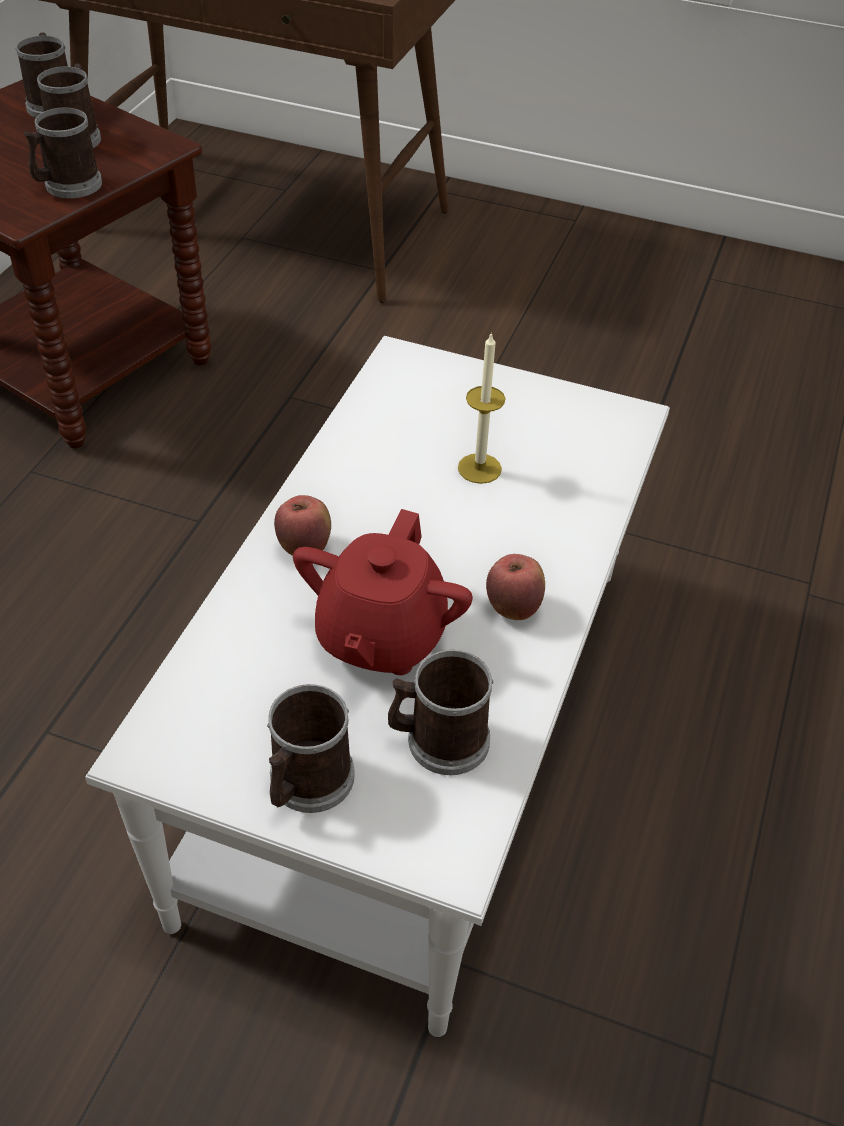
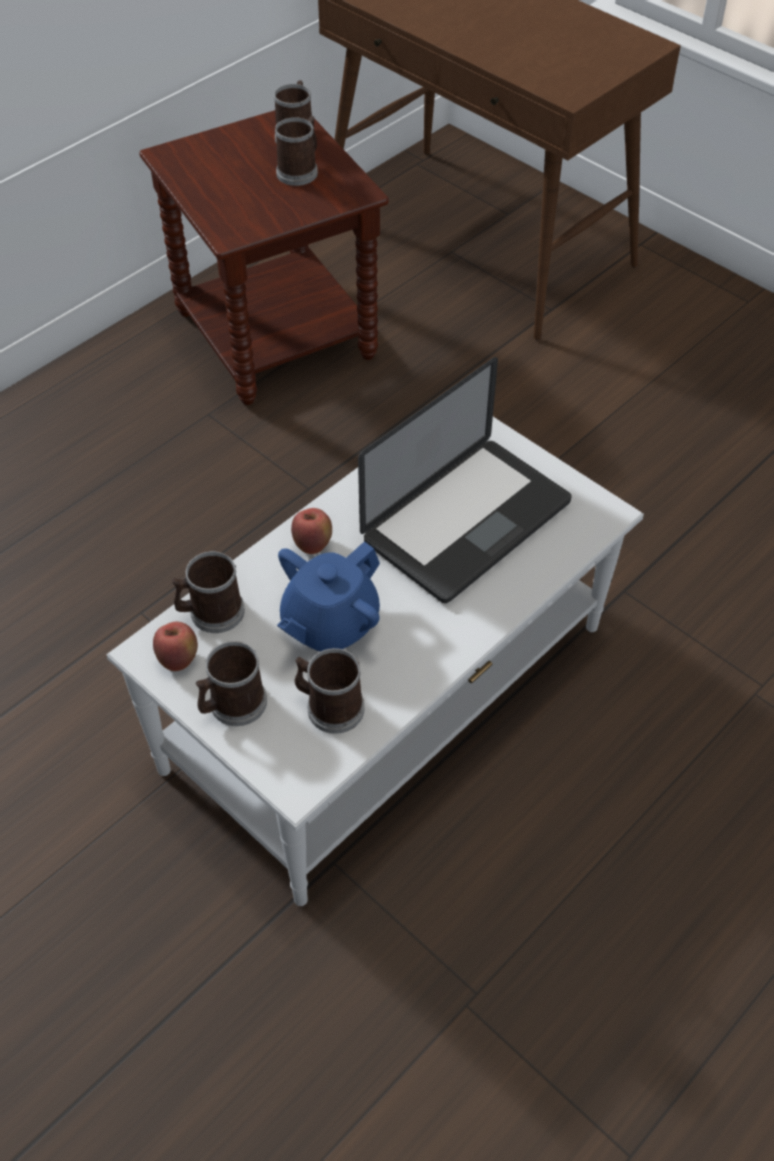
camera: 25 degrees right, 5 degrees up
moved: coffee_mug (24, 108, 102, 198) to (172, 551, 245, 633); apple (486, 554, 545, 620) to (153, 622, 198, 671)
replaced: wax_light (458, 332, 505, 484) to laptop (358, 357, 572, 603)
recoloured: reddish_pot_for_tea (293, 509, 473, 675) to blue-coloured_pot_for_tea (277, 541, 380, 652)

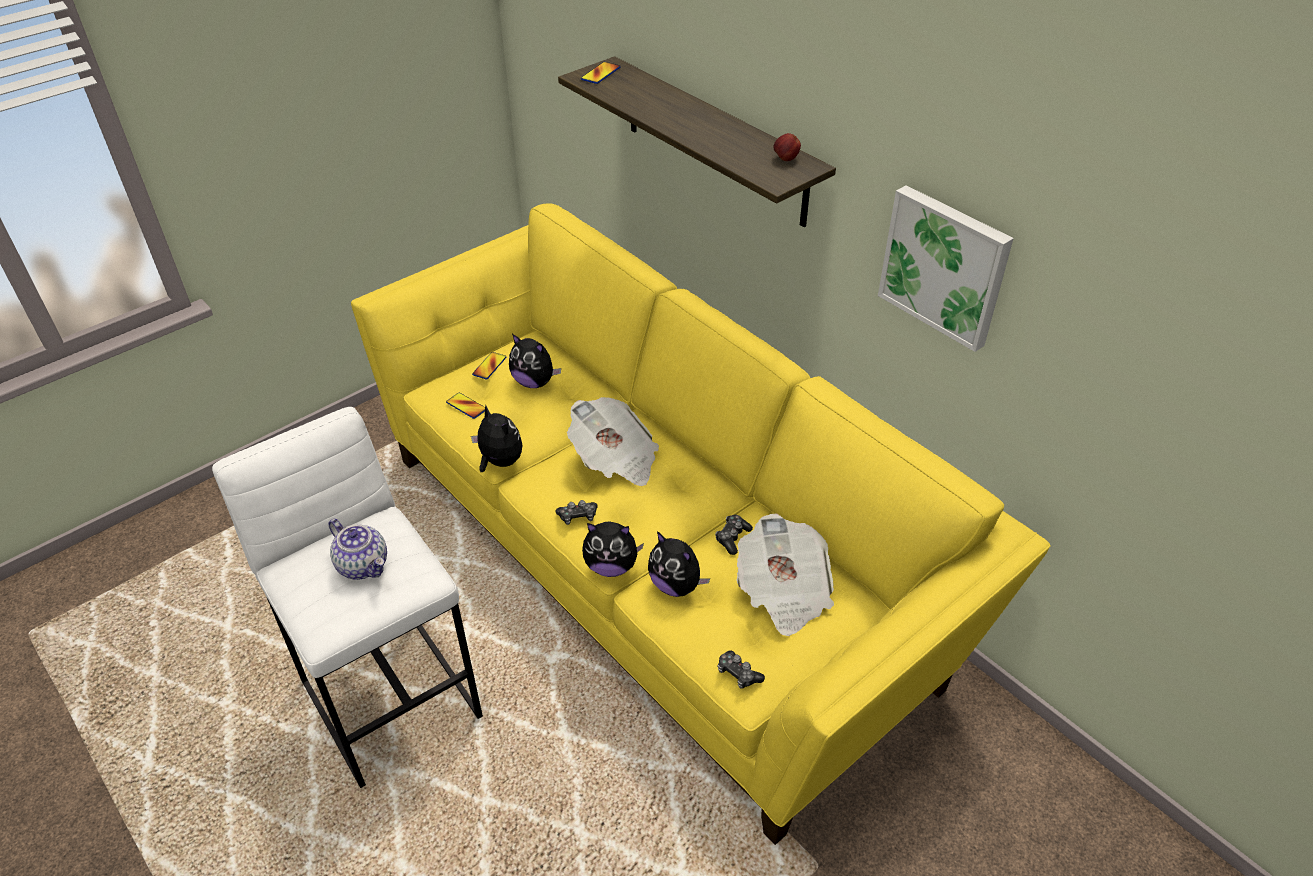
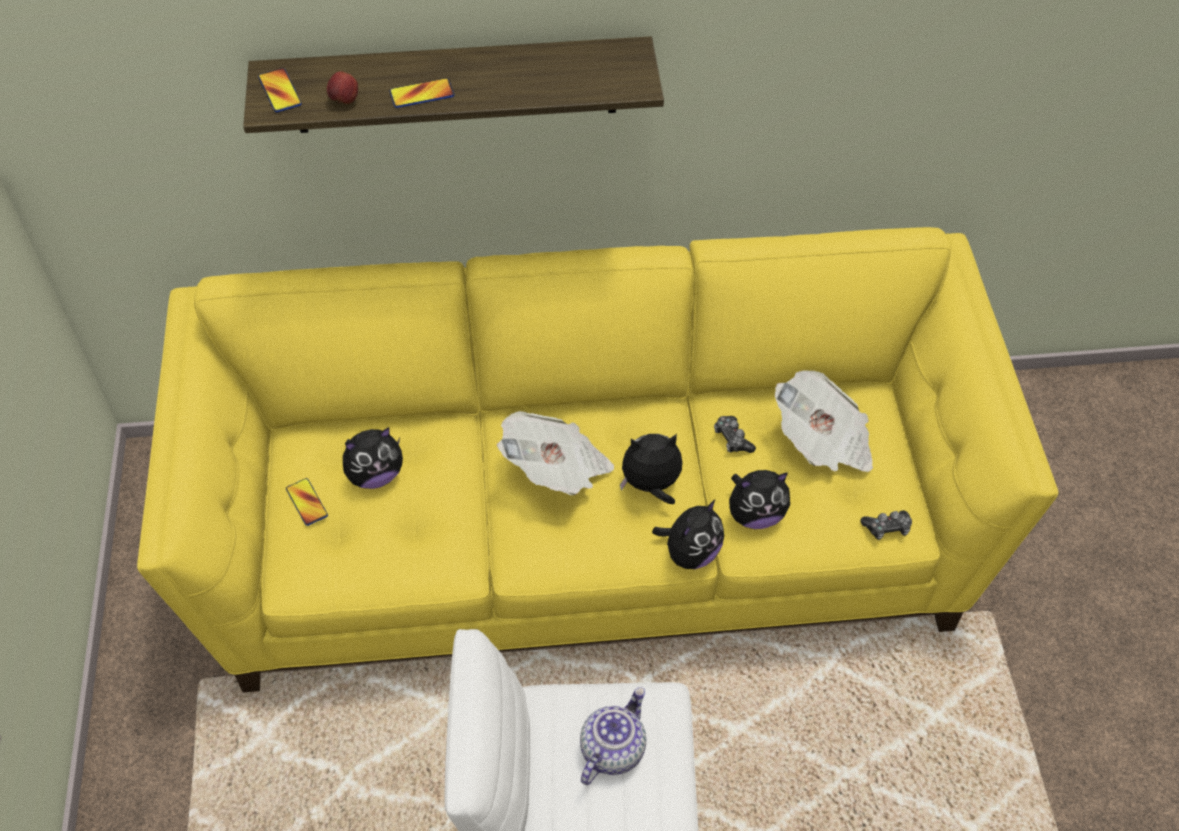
camera: 55 degrees left, 10 degrees up
removed: joypad (555, 500, 598, 525); wall_picture (878, 185, 1014, 352)
moved: telephone (446, 393, 485, 419) to (390, 78, 454, 108); soft_toy (471, 405, 522, 472) to (620, 434, 682, 504); apple (773, 133, 801, 161) to (327, 71, 358, 104)
turned: pot_for_tea (328, 519, 387, 580) = (580, 687, 646, 785) 45 degrees counterclockwise

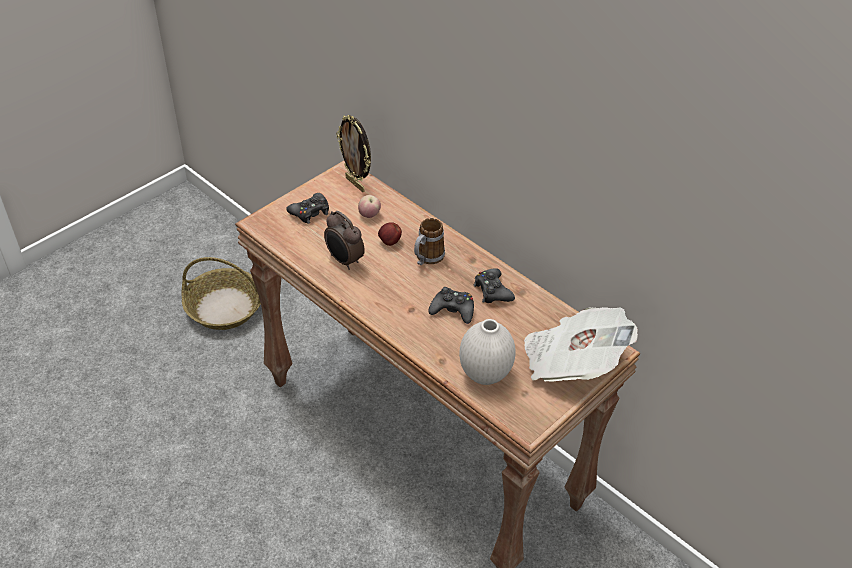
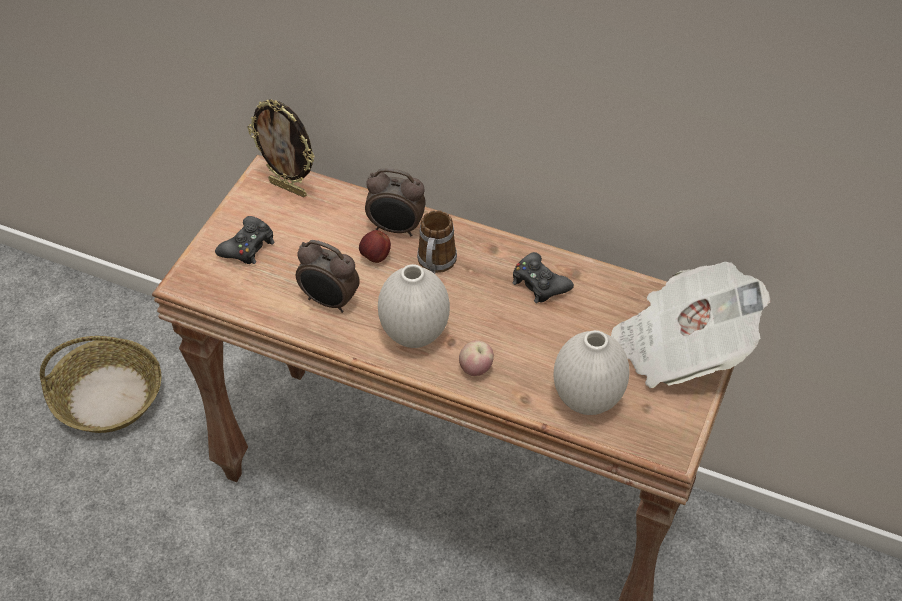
camera: 20 degrees left, 5 degrees up
removed: blackish_joypad (428, 287, 474, 324)
added: bedside_clock (365, 168, 426, 236); white_decorative_vase (378, 264, 450, 348)
moved: apple (358, 195, 381, 218) to (459, 340, 494, 376)

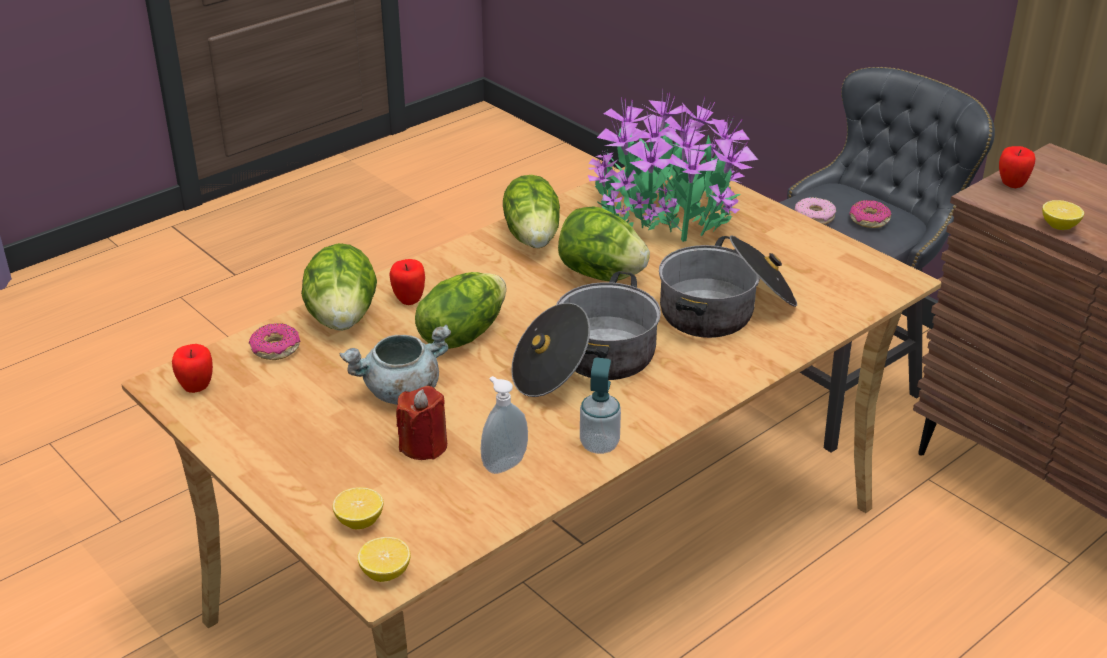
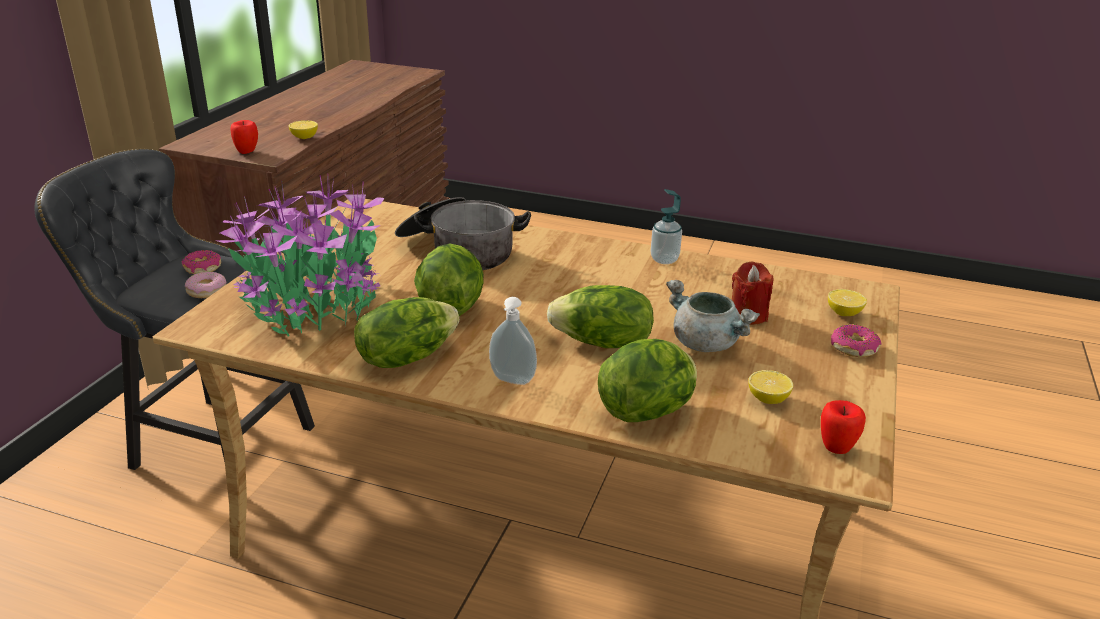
camera: 120 degrees left, 5 degrees down
removed: apple (389, 259, 425, 305); stockpot (511, 271, 661, 397)
moved: ring_doughnut (249, 323, 300, 360) to (831, 324, 882, 357); citrus_fruit (357, 537, 411, 582) to (748, 370, 793, 404); soap_dispenser (481, 376, 528, 474) to (489, 297, 537, 385)

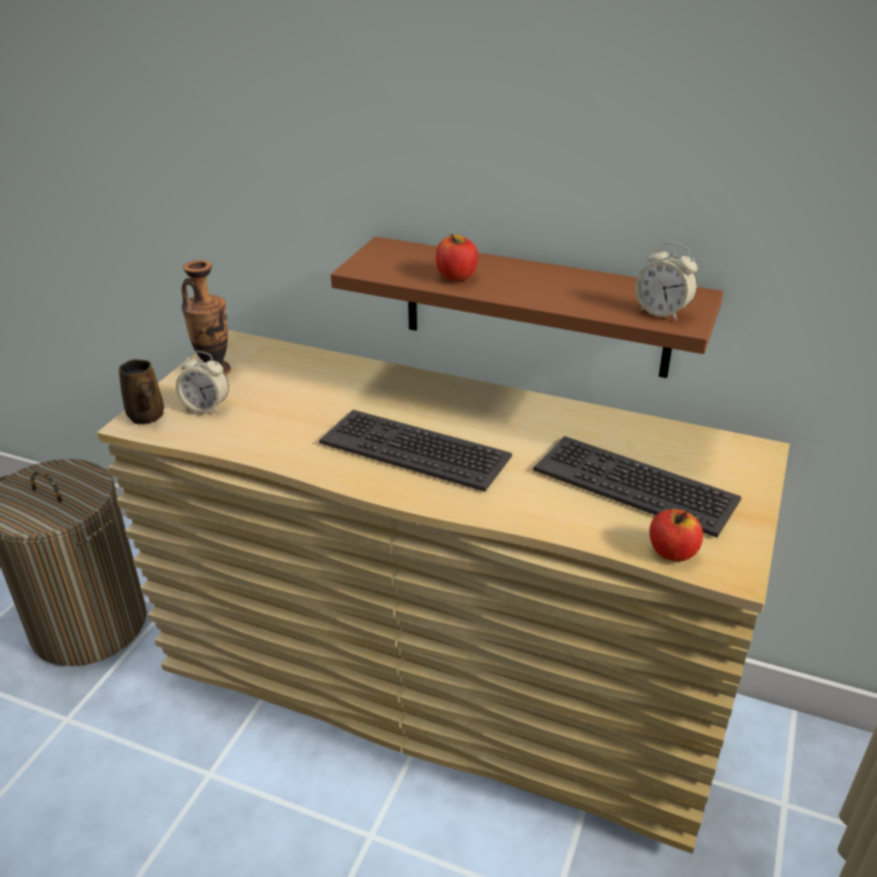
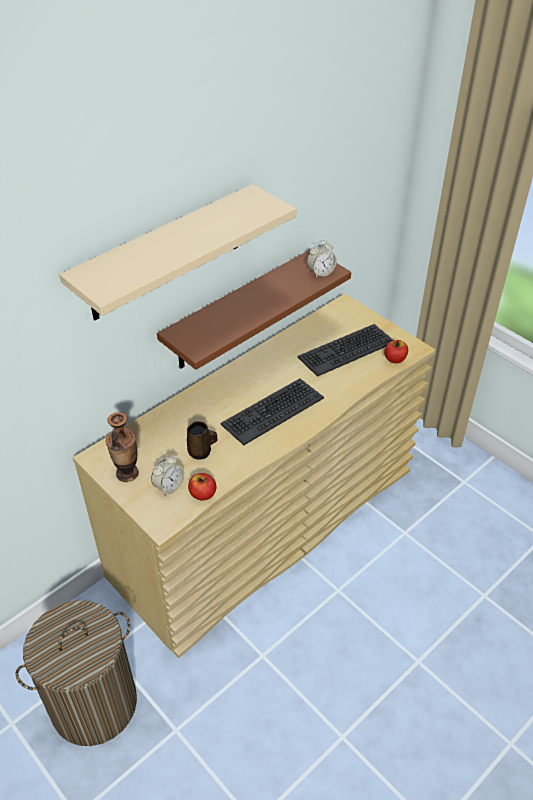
camera: 65 degrees left, 10 degrees up
added: sand-coloured_shelf (59, 184, 296, 320)
moved: brown_coffee_mug (119, 359, 164, 424) to (187, 421, 218, 459); apple (436, 234, 478, 281) to (188, 473, 216, 500)

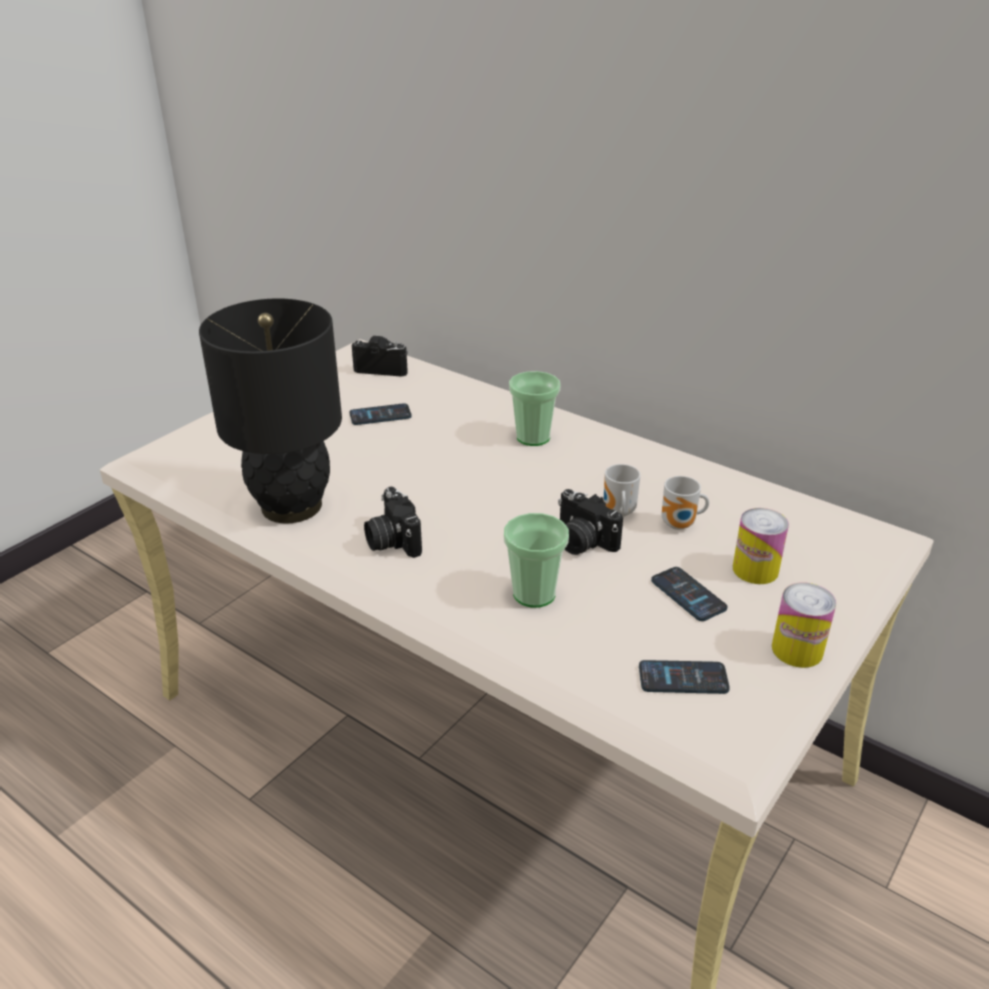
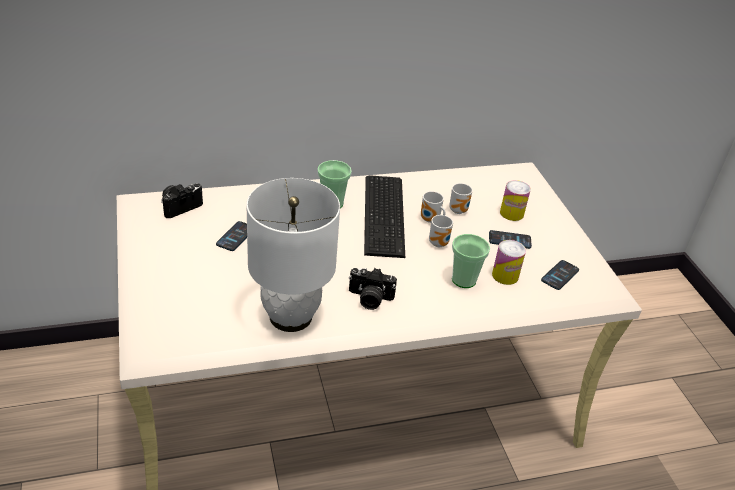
camera: 55 degrees left, 5 degrees up
added: computer_keyboard (364, 175, 405, 258)
moved: metal_can (772, 582, 836, 668) to (492, 240, 526, 285)
replaced: photo_camera (558, 489, 623, 555) to coffee_mug (429, 215, 453, 247)
recoloured: blackish_lamp_for_a_table (199, 298, 342, 523) to white_lamp_for_a_table (246, 178, 340, 332)

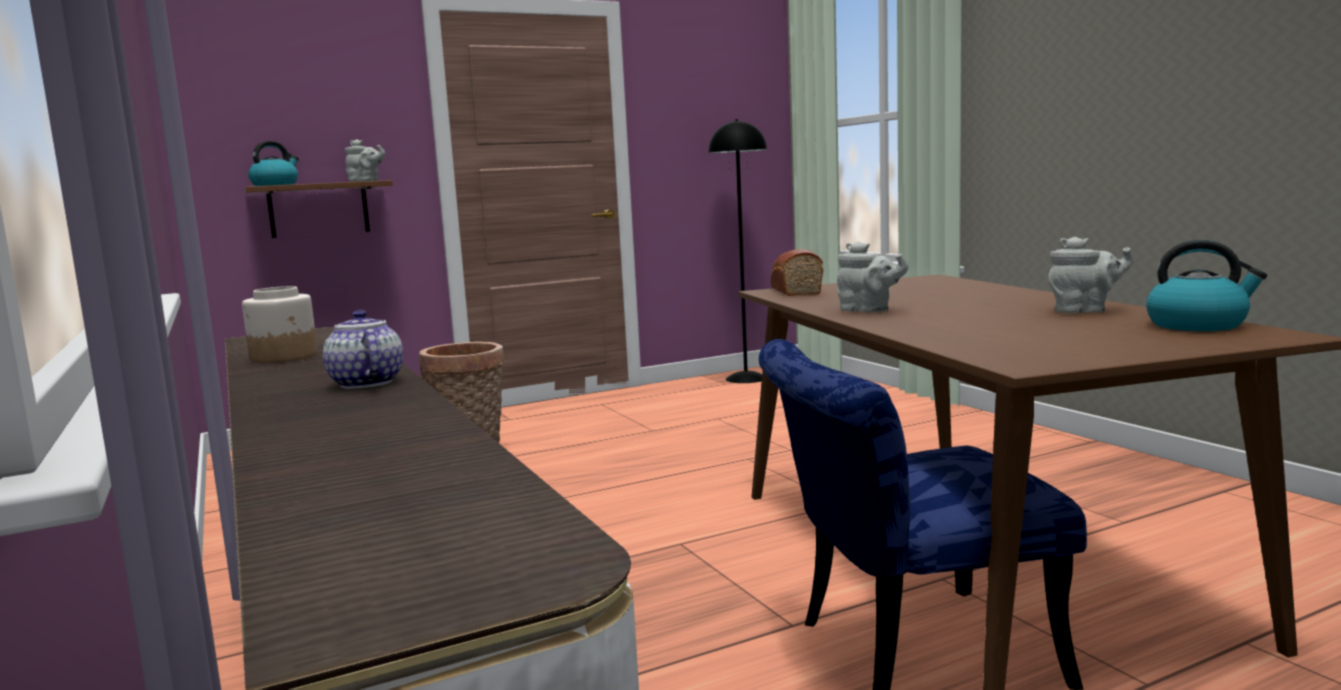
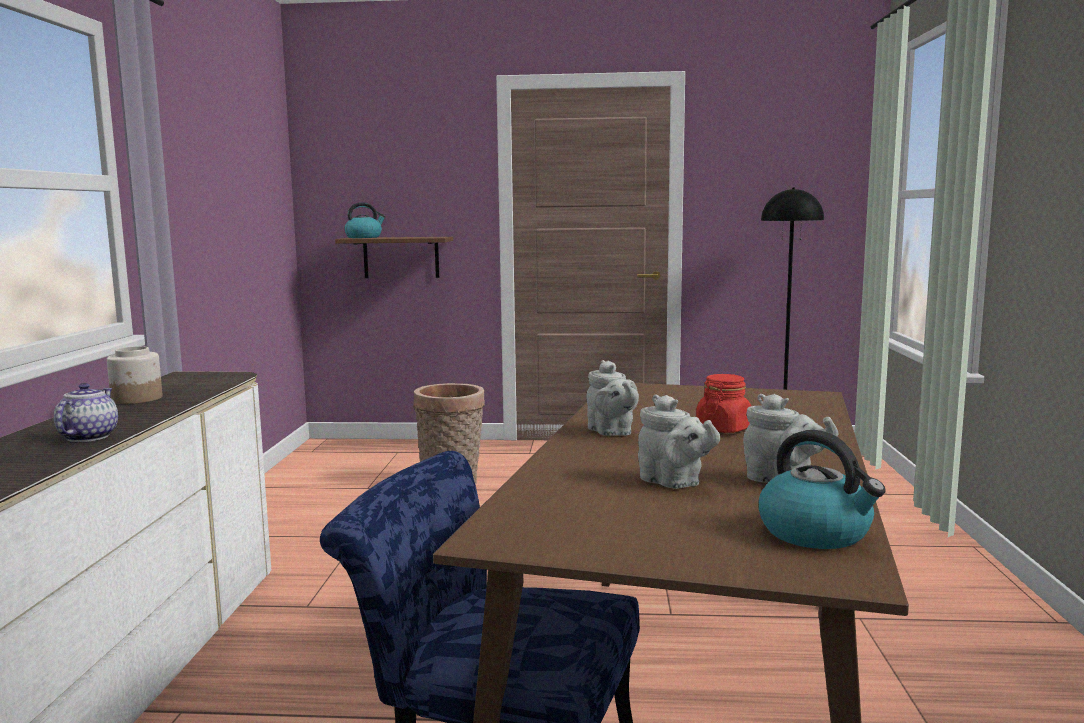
camera: 30 degrees right, 0 degrees up
removed: baked_bread (770, 249, 823, 296)
added: reddish_storage_jar (696, 374, 751, 433)
moved: grey_pot_for_tea (345, 139, 385, 182) to (638, 394, 720, 489)

